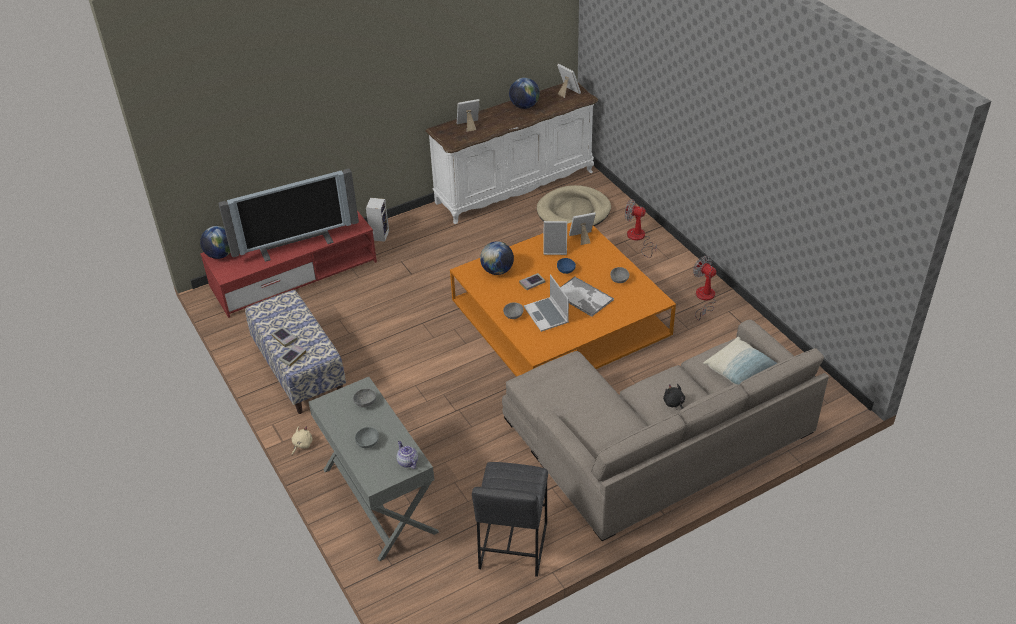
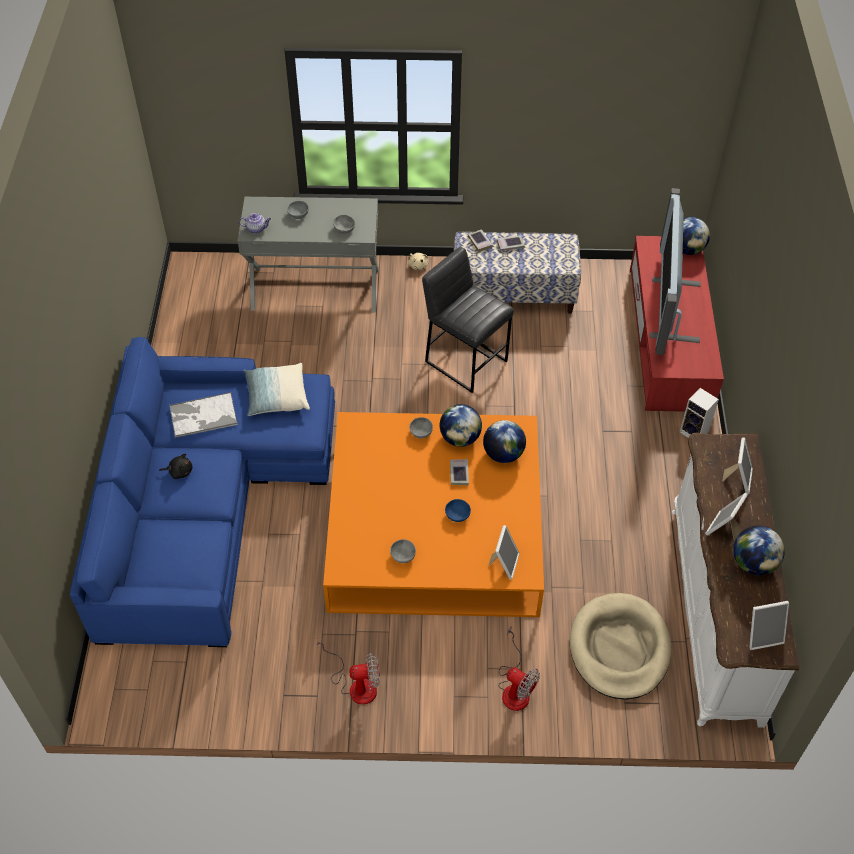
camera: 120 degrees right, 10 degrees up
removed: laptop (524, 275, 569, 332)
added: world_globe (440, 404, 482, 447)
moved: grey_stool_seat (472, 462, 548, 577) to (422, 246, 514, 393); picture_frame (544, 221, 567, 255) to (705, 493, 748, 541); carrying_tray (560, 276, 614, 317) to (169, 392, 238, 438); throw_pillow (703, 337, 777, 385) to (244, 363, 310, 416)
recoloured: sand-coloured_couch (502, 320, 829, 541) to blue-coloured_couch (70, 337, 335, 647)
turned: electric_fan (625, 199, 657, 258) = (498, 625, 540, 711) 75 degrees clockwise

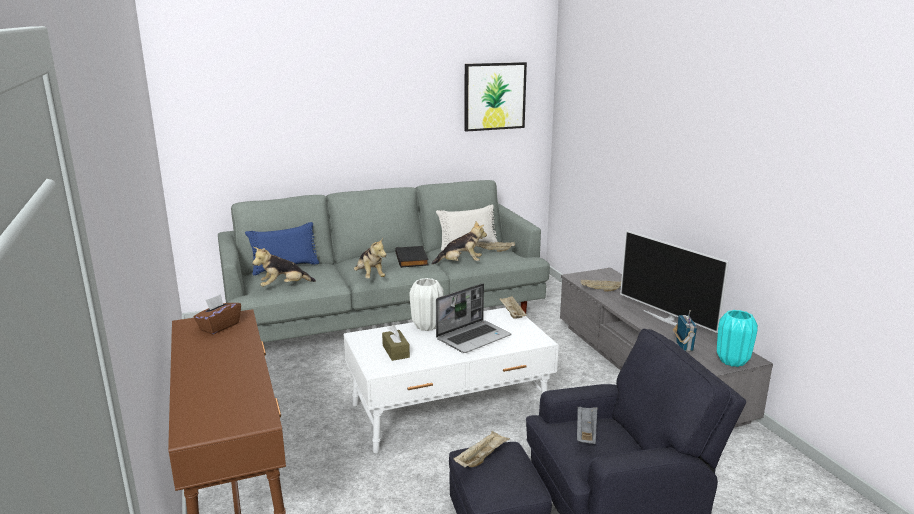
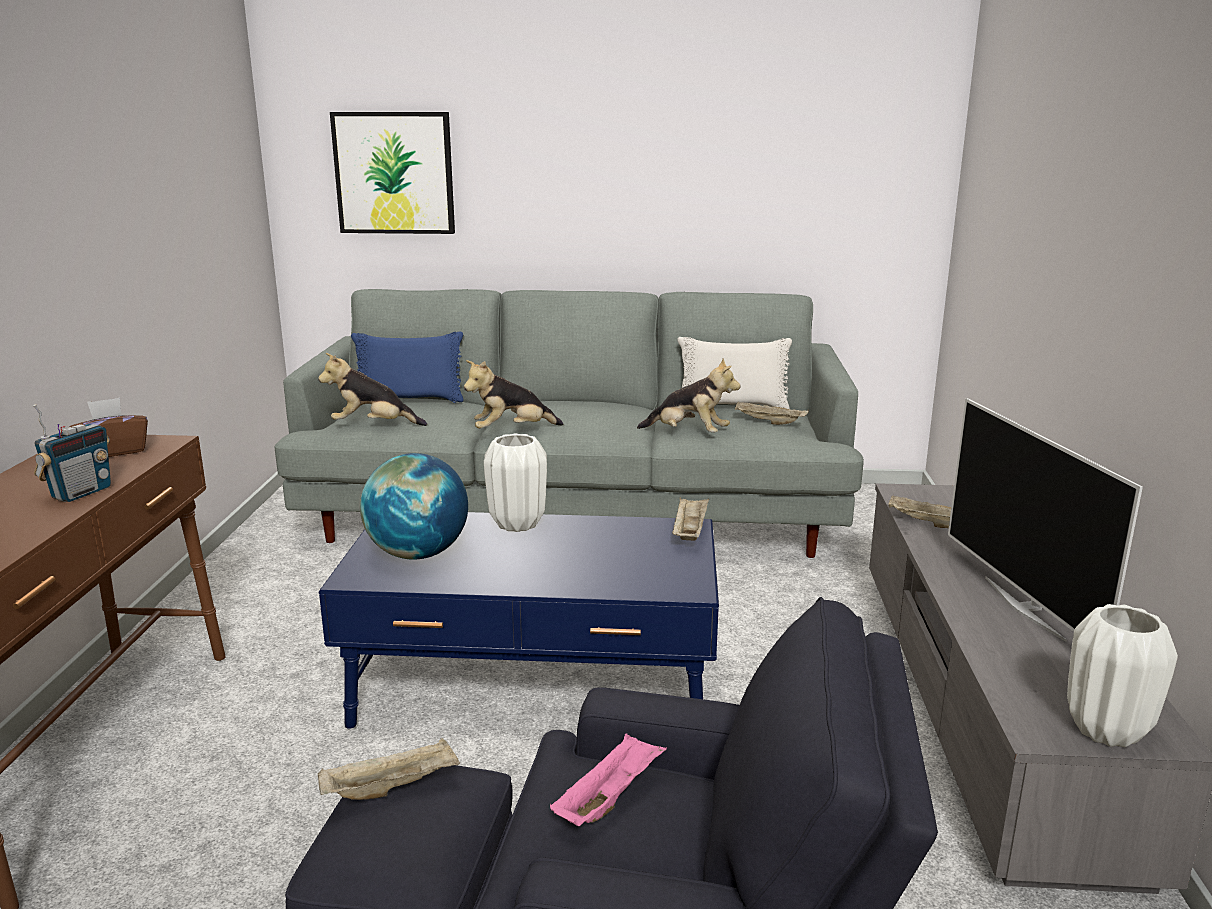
camera: 25 degrees right, 0 degrees up
removed: blackish_bound_book (395, 246, 429, 268); laptop (436, 283, 511, 353)
moved: wall_picture (464, 62, 527, 132) to (330, 112, 455, 234); radio (673, 310, 697, 352) to (33, 404, 111, 502)
replaced: brown_box_of_tissues (382, 325, 410, 361) to world_globe (360, 453, 468, 560)
recoloured: white_coffee_table (344, 308, 559, 453) to blue-coloured_coffee_table (319, 512, 719, 729); grey_carrying_tray (577, 407, 598, 444) to pinkish_carrying_tray (550, 733, 667, 826); turquoise_decorative_vase (717, 310, 758, 367) to white_decorative_vase (1067, 604, 1178, 747)
turned: soft_toy (354, 237, 387, 279) = (464, 360, 563, 429) 75 degrees clockwise

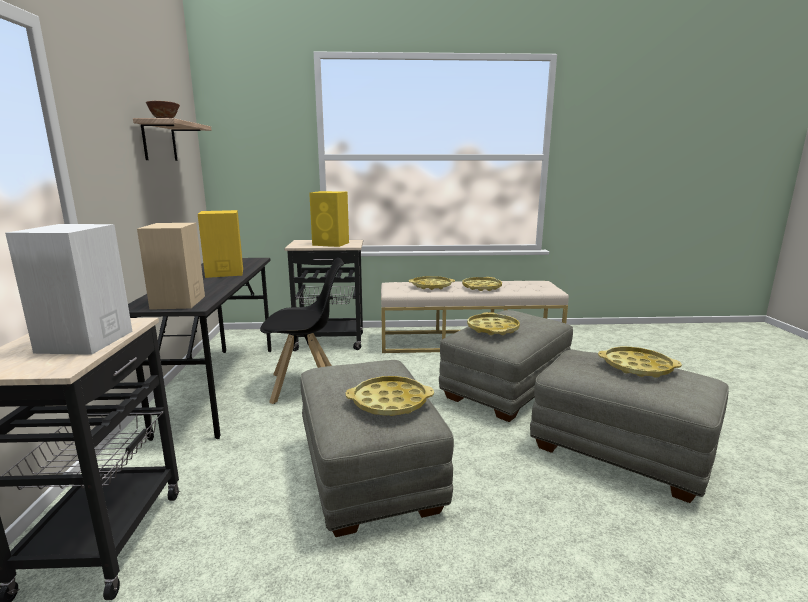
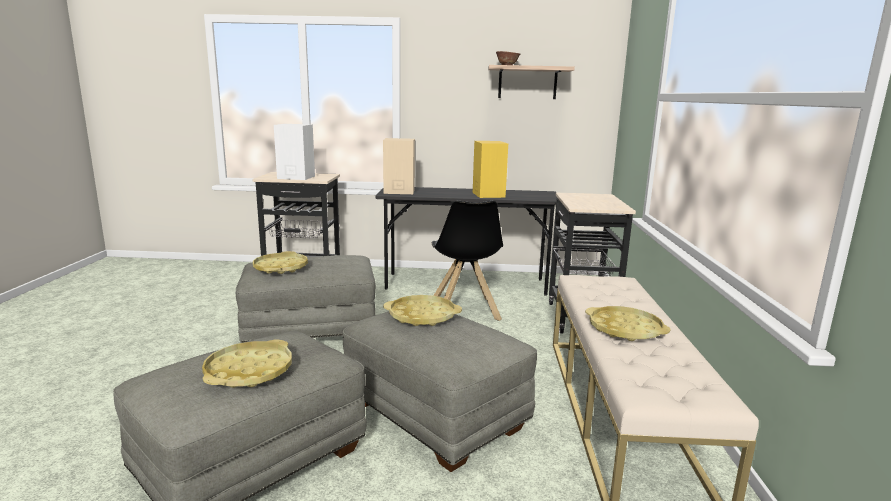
camera: 95 degrees right, 0 degrees up
removed: yellow_loudspeaker (309, 191, 349, 247); yellow_carrying_tray (409, 276, 455, 290)

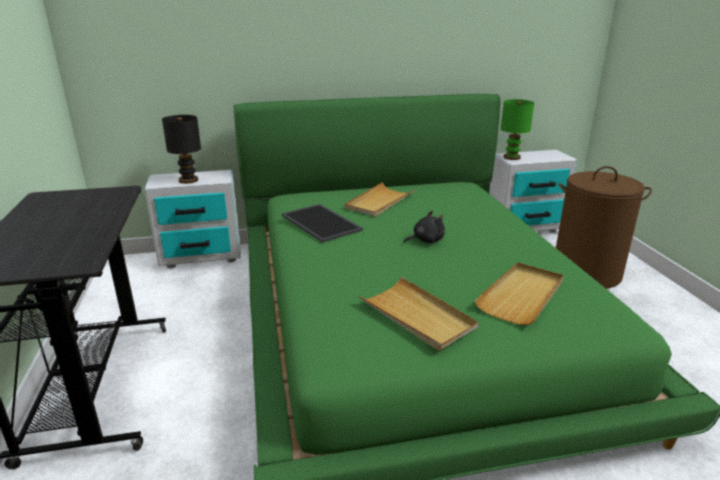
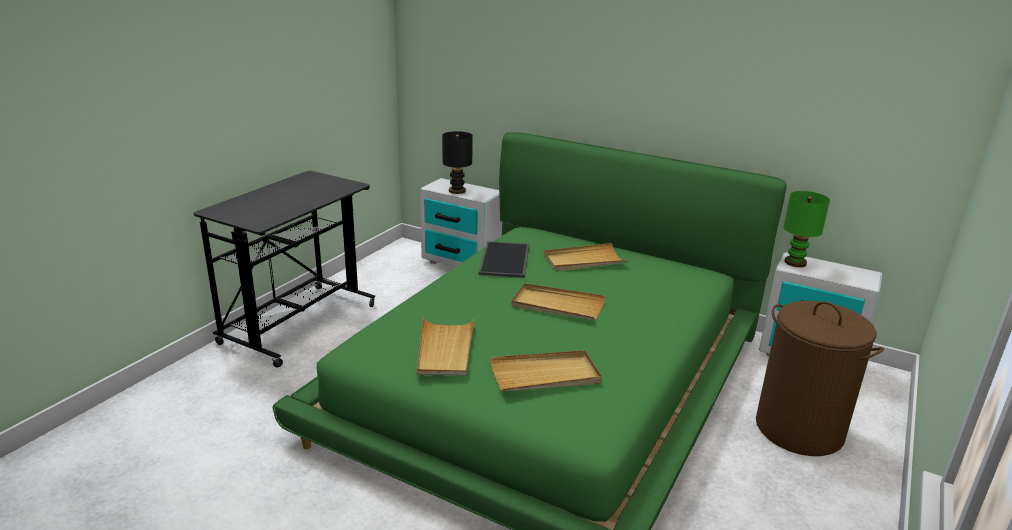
camera: 40 degrees right, 0 degrees up
replaced: blackish_soft_toy (404, 211, 445, 244) to sand-coloured_carrying_tray (511, 283, 605, 320)

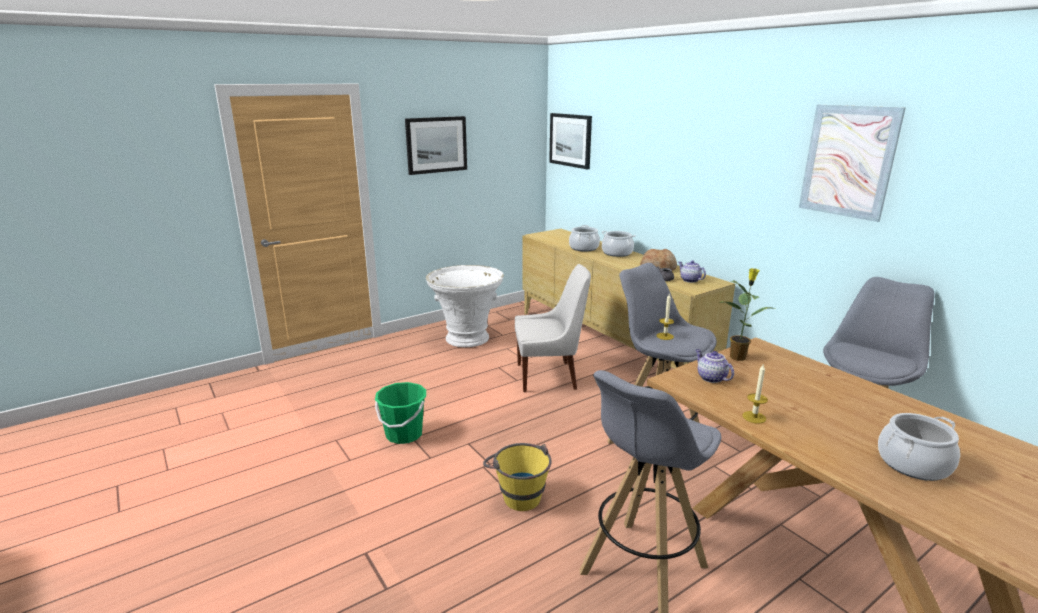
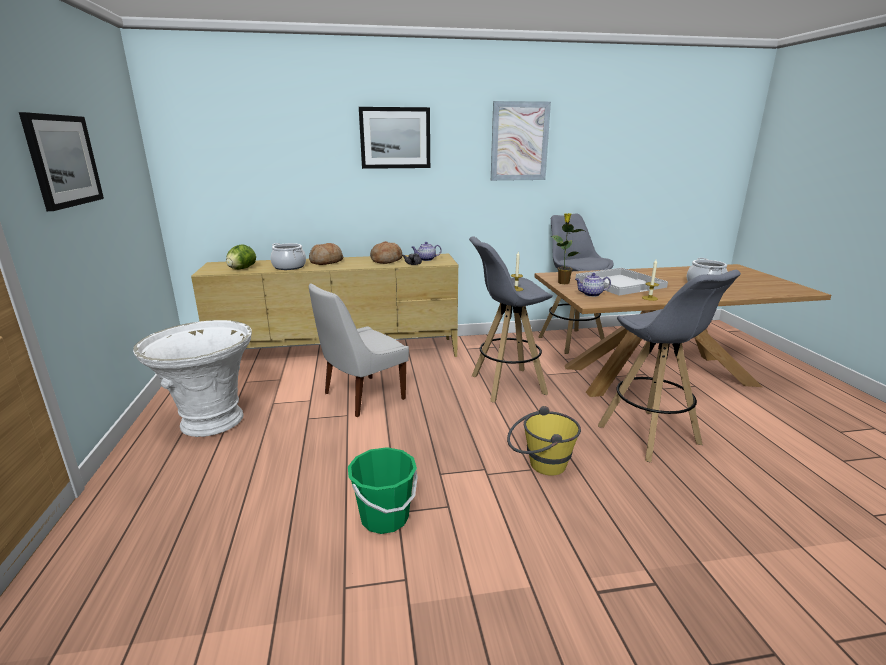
camera: 65 degrees left, 0 degrees up
added: head_of_lettuce (226, 244, 256, 270); white_carrying_tray (576, 268, 668, 296)
moved: wall_picture (549, 113, 592, 169) to (359, 107, 430, 169)
replaced: stockpot (602, 231, 636, 257) to baked_bread (309, 243, 343, 265)
turned: white_chair (515, 264, 591, 392) = (309, 283, 409, 417) 150 degrees counterclockwise

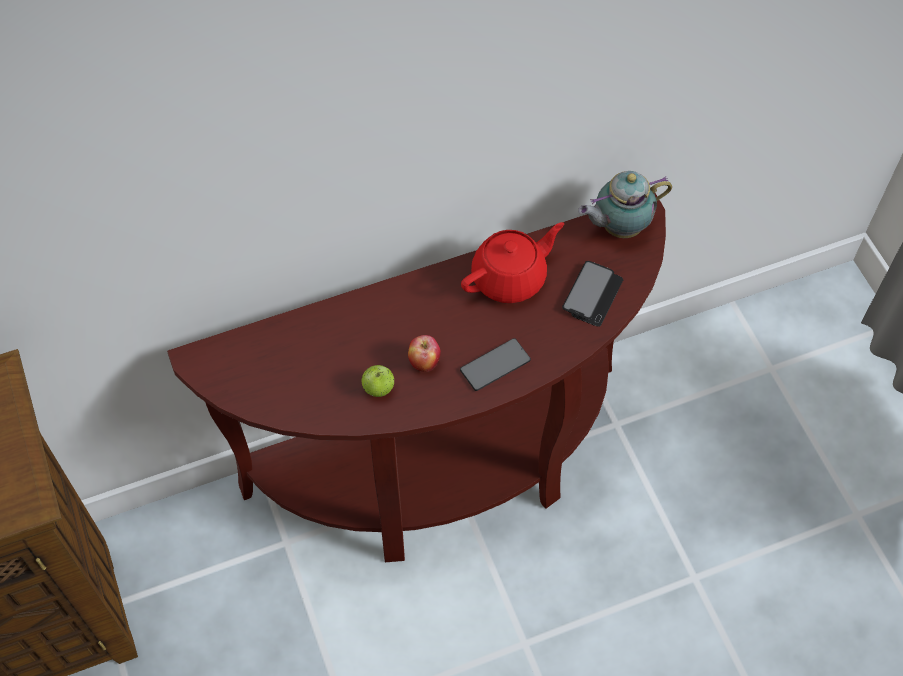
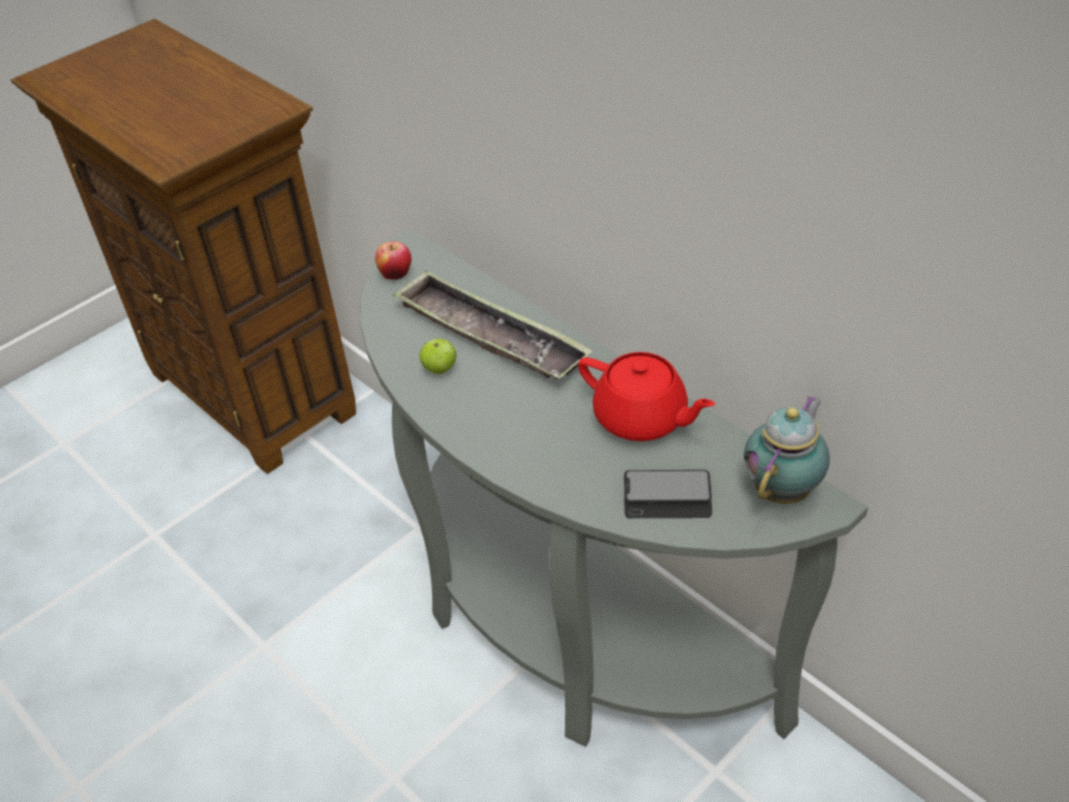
camera: 70 degrees right, 15 degrees down
removed: telephone (460, 338, 531, 391)
added: carrying_tray (393, 270, 593, 379)
moved: apple (408, 335, 441, 372) to (375, 241, 411, 280)
recoloured: brown_hall_table (167, 193, 666, 562) to grey_hall_table (360, 228, 868, 747)
turned: pot_for_tea (578, 171, 672, 238) = (744, 396, 830, 504) 75 degrees clockwise

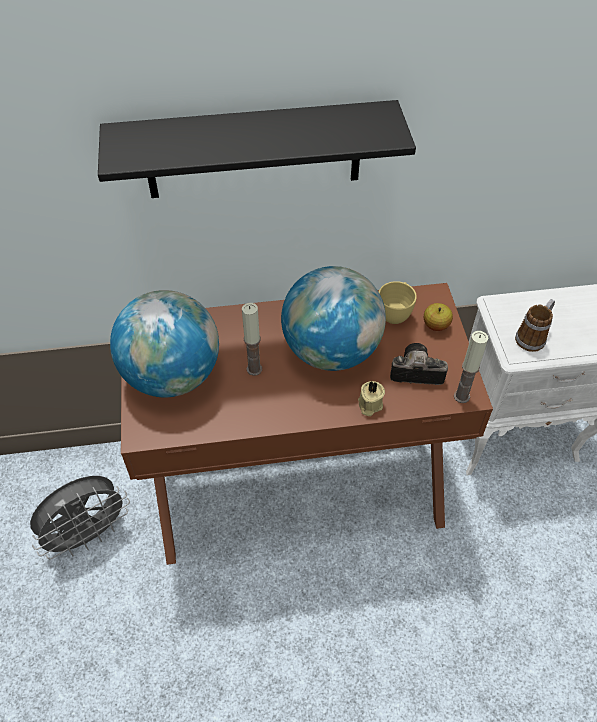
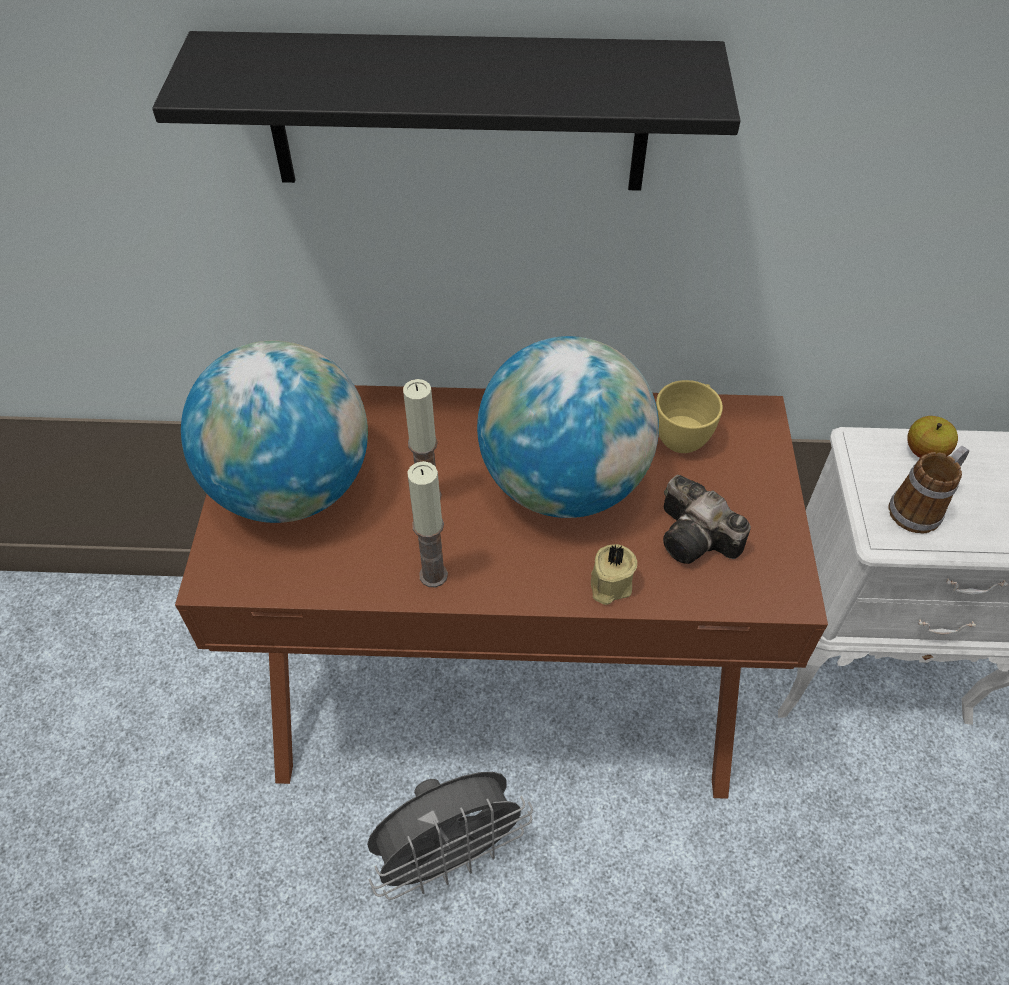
camera: 10 degrees right, 0 degrees up
moved: grey_electric_fan (30, 476, 130, 560) to (367, 772, 533, 900); apple (424, 303, 453, 331) to (908, 416, 958, 458); wax_light (454, 331, 488, 403) to (407, 461, 448, 587)
turned: photo_camera (390, 343, 448, 385) = (663, 475, 751, 564) 150 degrees counterclockwise

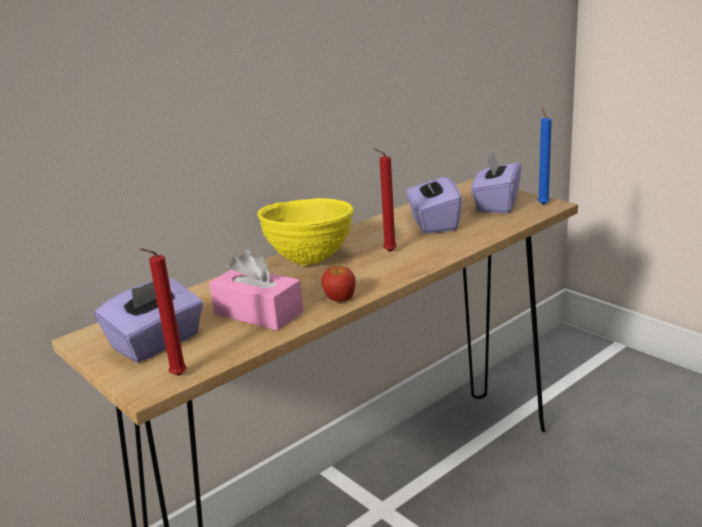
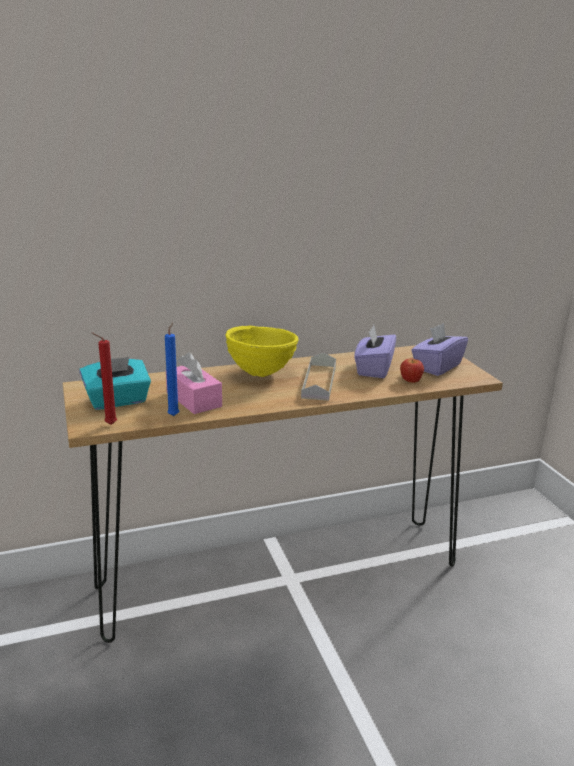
camera: 20 degrees right, 0 degrees up
moved: apple (321, 267, 356, 302) to (400, 358, 424, 383); blue-coloured_wax_light (537, 107, 552, 205) to (165, 322, 179, 416)
replaced: reddish_wax_light (373, 148, 397, 252) to grey_carrying_tray (301, 353, 336, 401)
recoloured: purplish_box_of_tissues (95, 278, 203, 363) to turquoise_box_of_tissues (79, 357, 151, 410)

